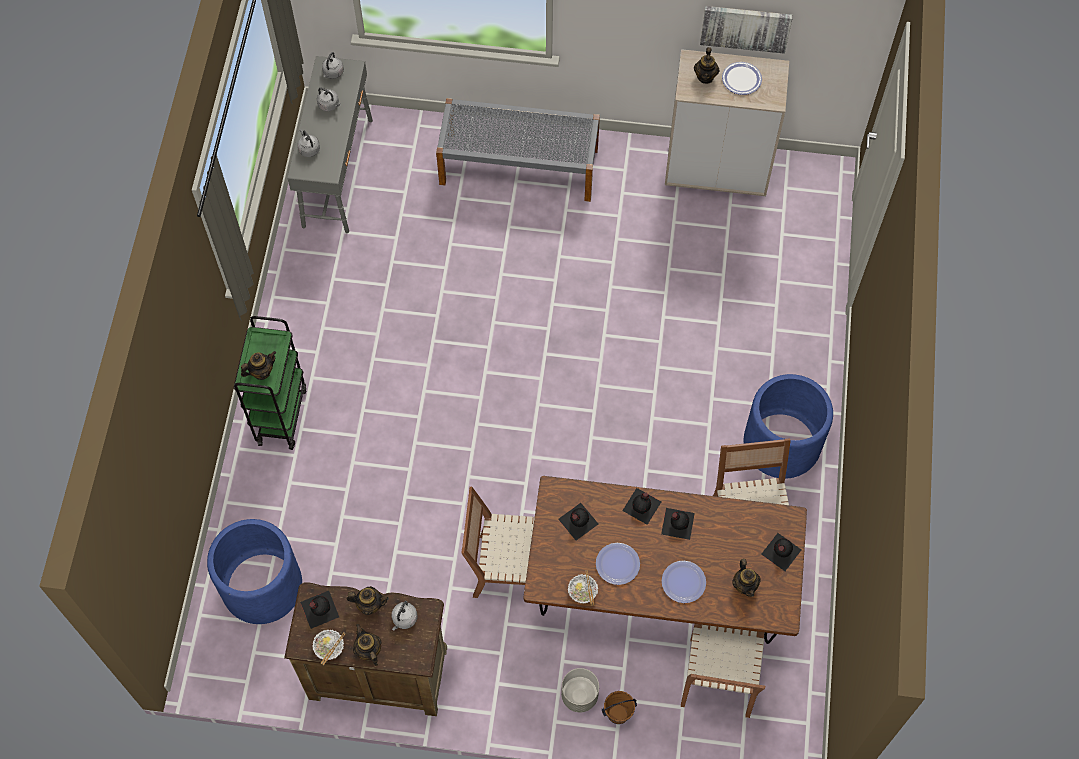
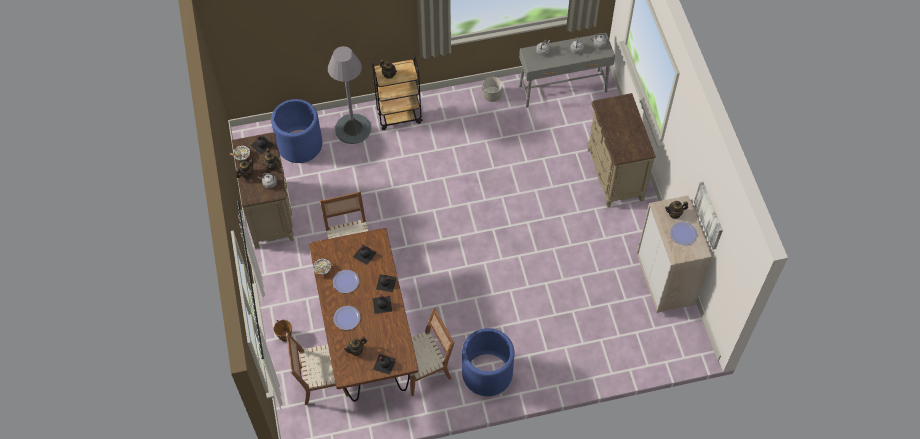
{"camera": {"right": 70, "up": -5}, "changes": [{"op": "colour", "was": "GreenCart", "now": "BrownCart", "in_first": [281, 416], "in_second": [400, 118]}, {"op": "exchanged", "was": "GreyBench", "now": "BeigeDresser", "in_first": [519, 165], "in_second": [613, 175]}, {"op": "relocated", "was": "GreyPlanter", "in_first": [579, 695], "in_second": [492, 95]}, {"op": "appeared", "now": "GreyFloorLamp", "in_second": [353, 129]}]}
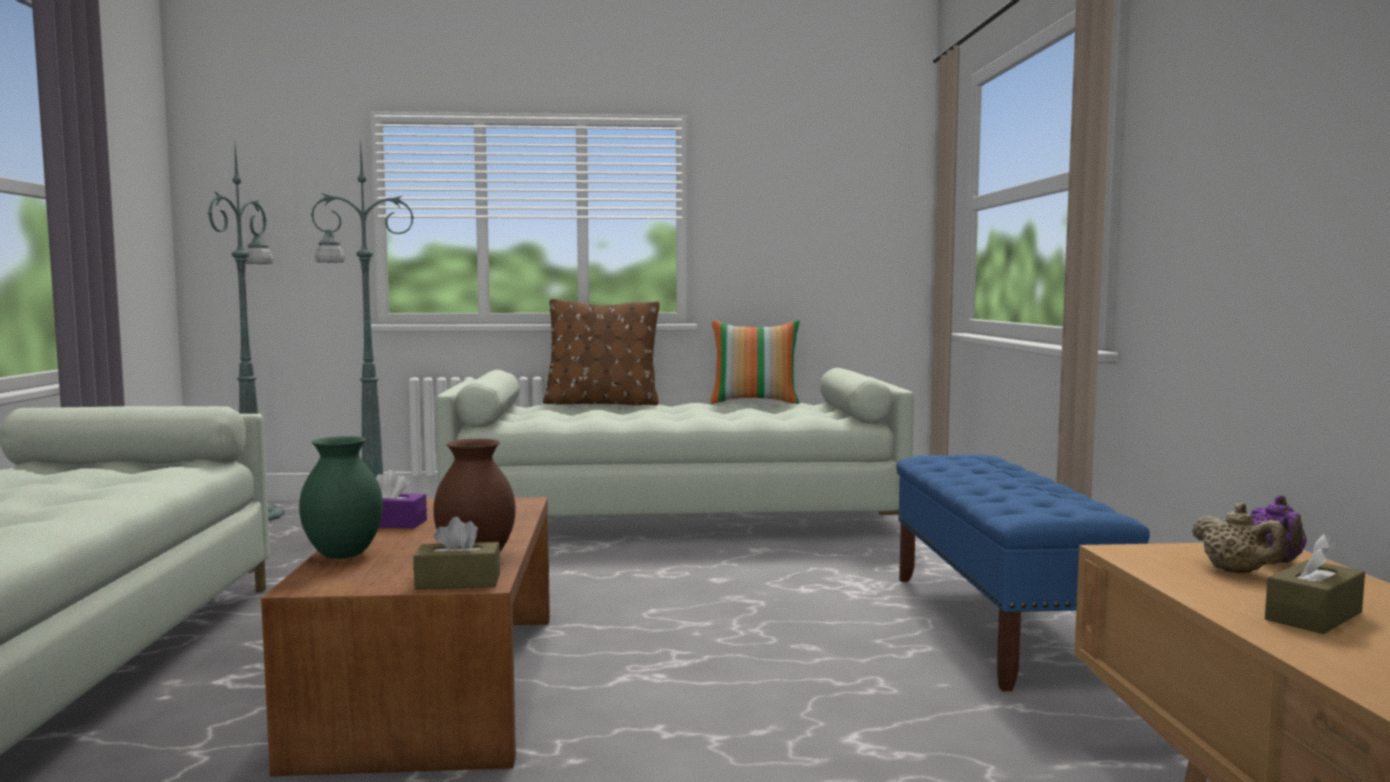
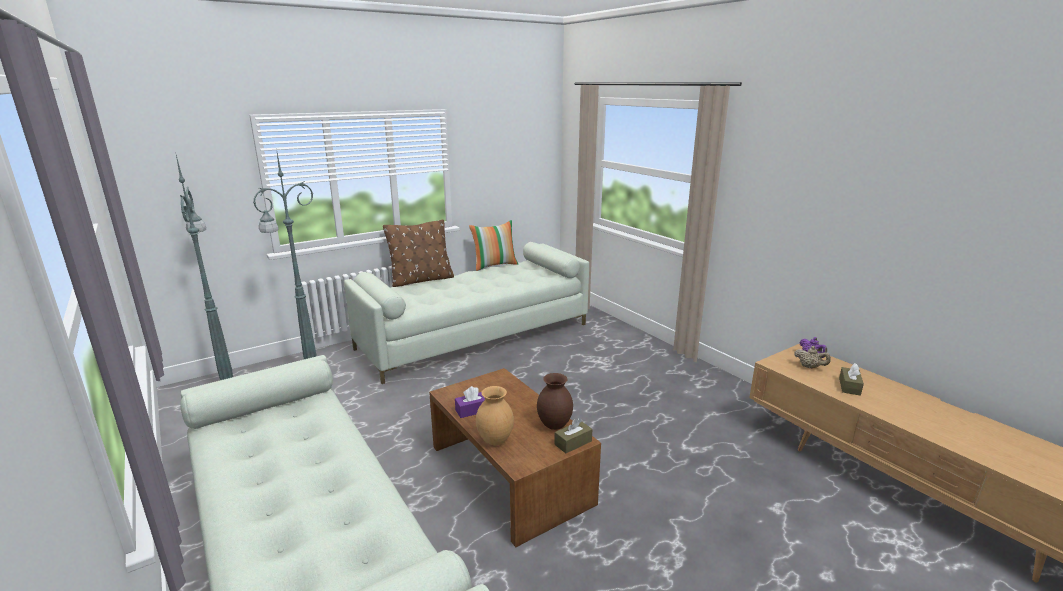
{"camera": {"right": -30, "up": 15}, "changes": [{"op": "colour", "was": "GreenVase", "now": "BrownVase", "in_first": [343, 554], "in_second": [494, 440]}, {"op": "missing", "was": "BlueBench", "in_first": [998, 625]}]}
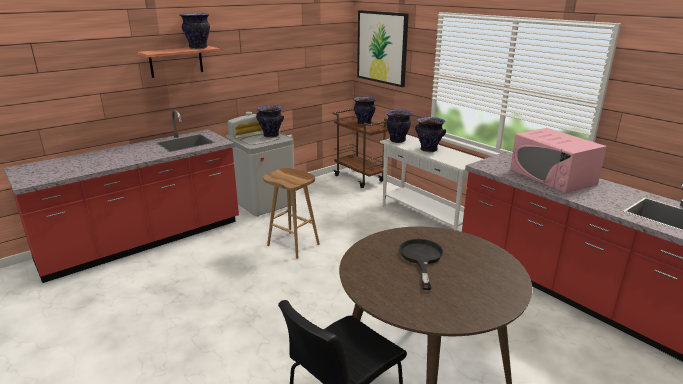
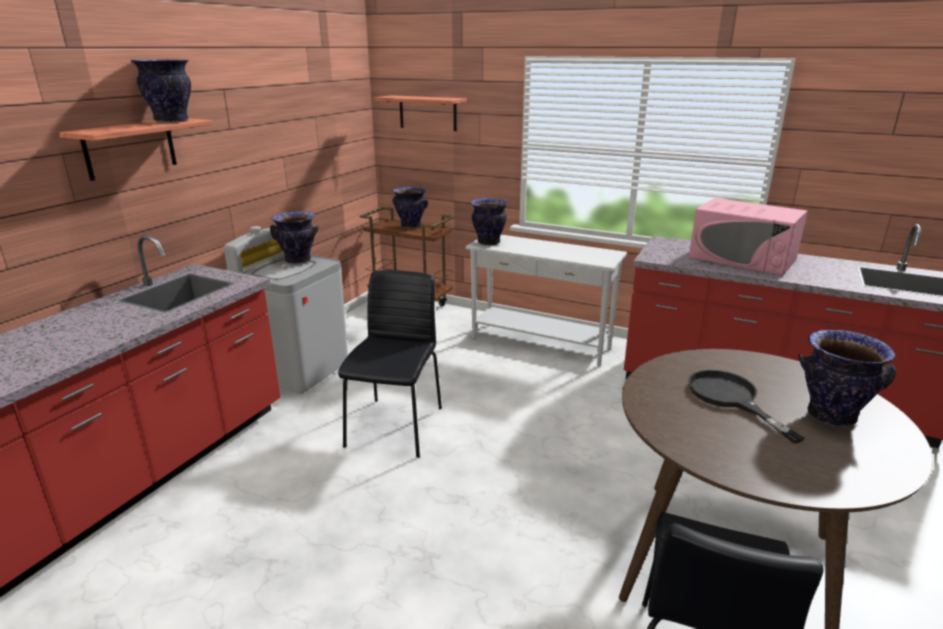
{"camera": {"right": -25, "up": 0}, "changes": [{"op": "exchanged", "was": "BrownStool", "now": "BlackChair", "in_first": [294, 245], "in_second": [396, 424]}, {"op": "exchanged", "was": "Picture", "now": "Shelf", "in_first": [382, 47], "in_second": [427, 113]}, {"op": "relocated", "was": "Vase", "in_first": [429, 150], "in_second": [831, 415]}]}
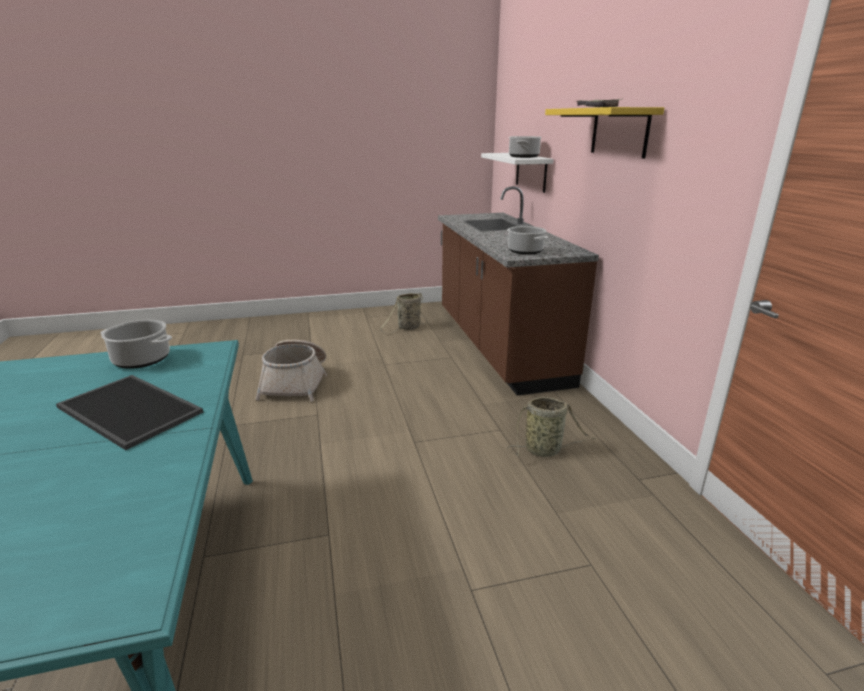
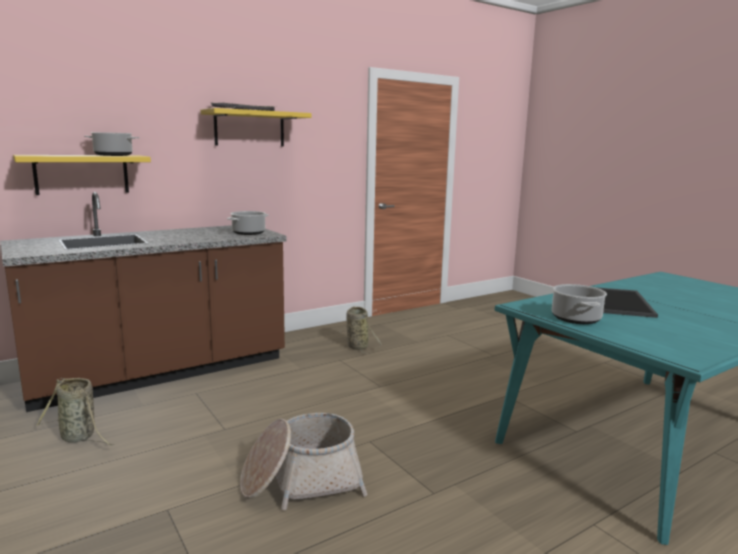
{"camera": {"right": -110, "up": -10}, "changes": [{"op": "colour", "was": "WhiteShelf", "now": "YellowShelf", "in_first": [531, 172], "in_second": [82, 174]}]}
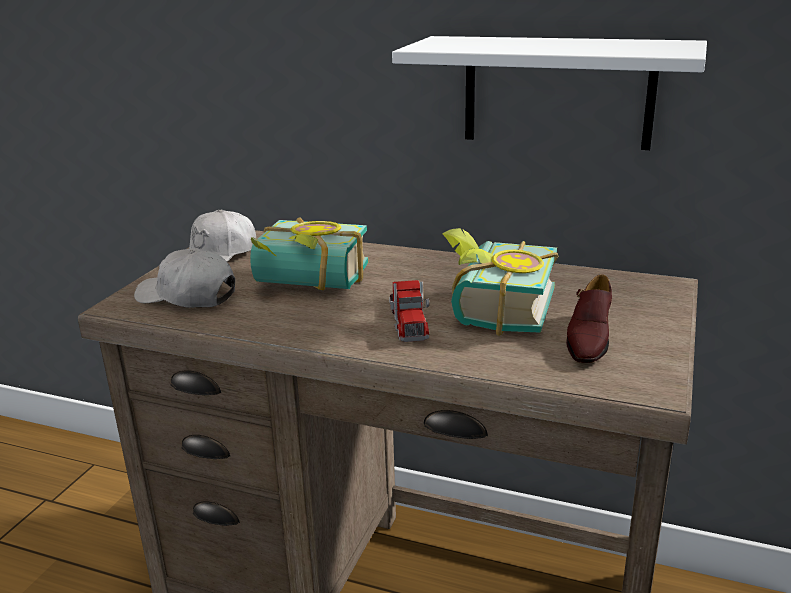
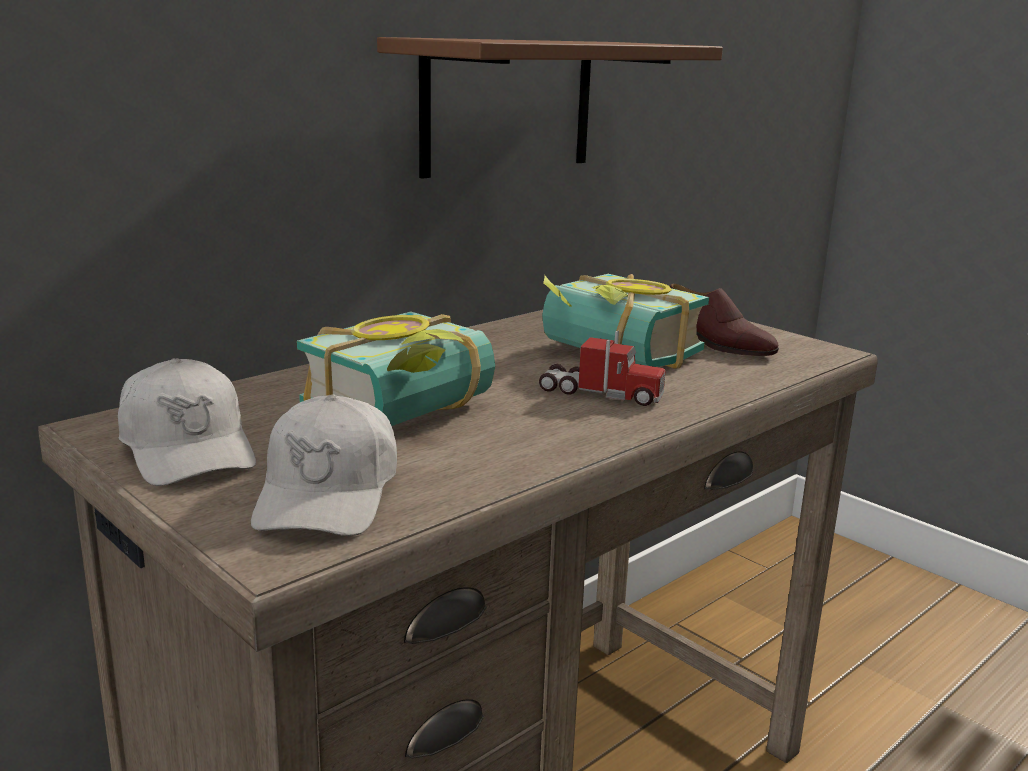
{"camera": {"right": -65, "up": -5}, "changes": [{"op": "spun", "was": "WhiteCap", "in_first": [187, 296], "in_second": [328, 494], "clockwise": -45}, {"op": "colour", "was": "WhiteShelf", "now": "BrownShelf", "in_first": [557, 92], "in_second": [508, 106]}]}
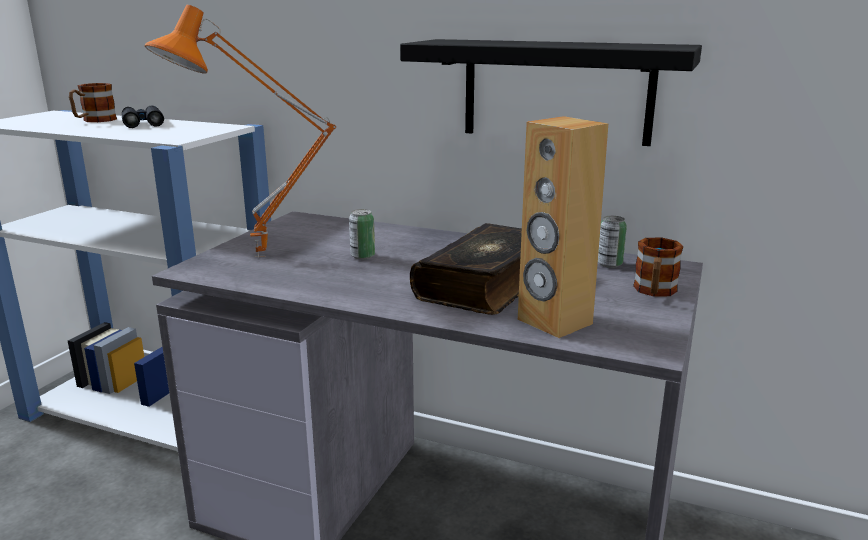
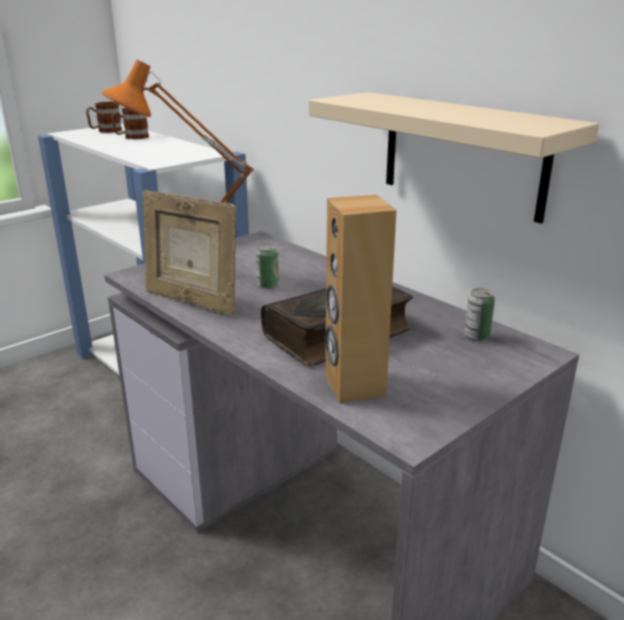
{"camera": {"right": 25, "up": 5}, "changes": [{"op": "missing", "was": "BlackBinoculars", "in_first": [143, 123]}, {"op": "colour", "was": "BlackShelf", "now": "BeigeShelf", "in_first": [556, 91], "in_second": [462, 154]}, {"op": "relocated", "was": "Mug", "in_first": [654, 292], "in_second": [105, 131]}, {"op": "appeared", "now": "PictureFrame", "in_second": [191, 301]}]}
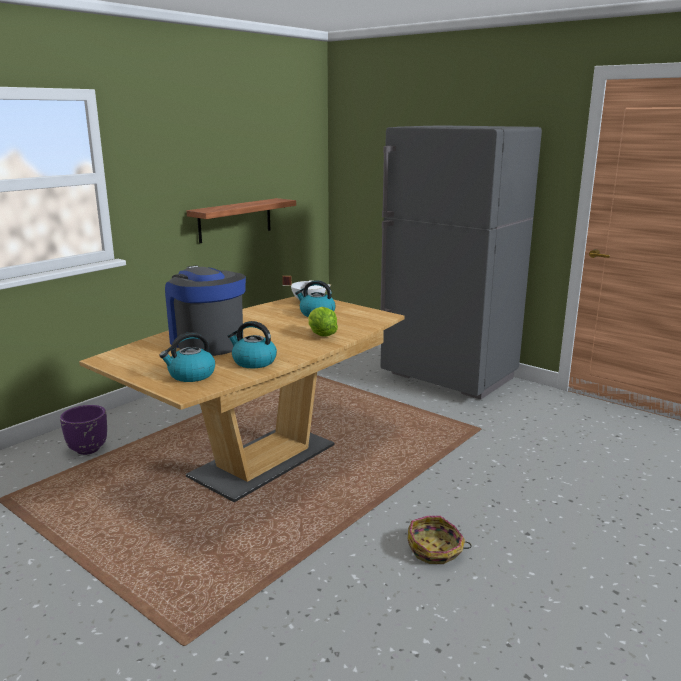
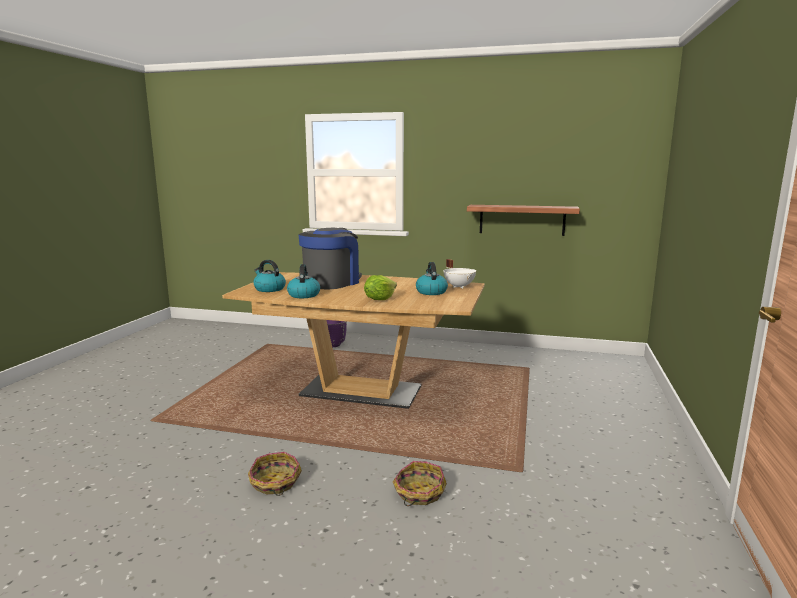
{"camera": {"right": 65, "up": -5}, "changes": [{"op": "missing", "was": "GreyFridge", "in_first": [449, 378]}, {"op": "appeared", "now": "Basket", "in_second": [419, 493]}]}
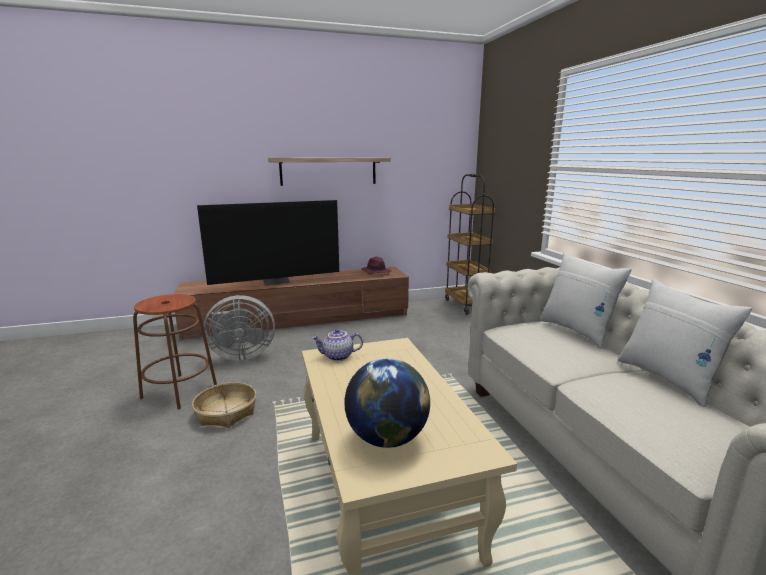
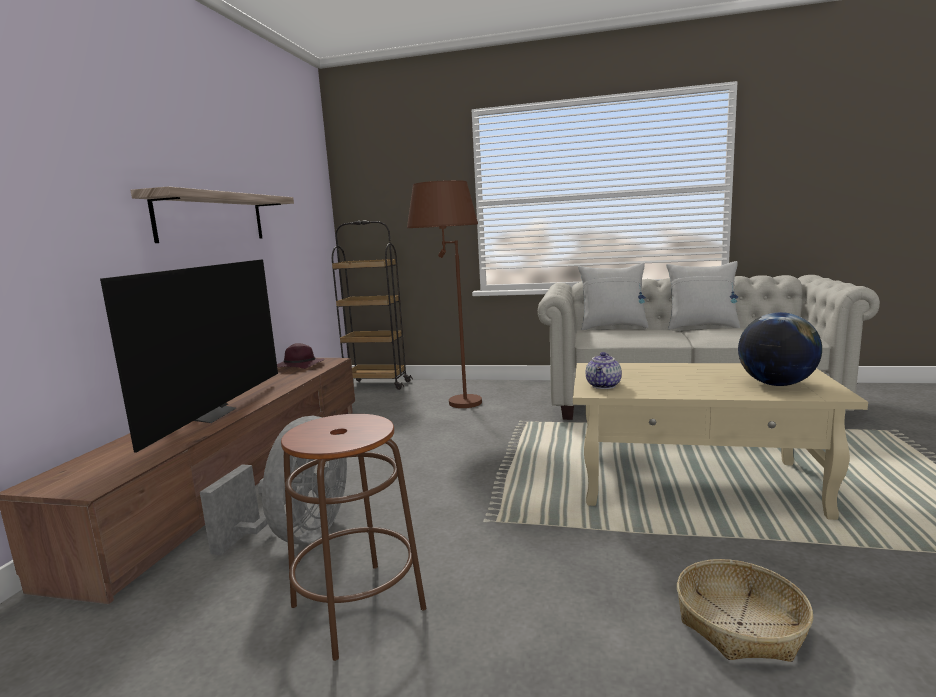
{"camera": {"right": -60, "up": -5}, "changes": [{"op": "relocated", "was": "Basket", "in_first": [226, 412], "in_second": [739, 624]}, {"op": "appeared", "now": "BrownFloorLamp", "in_second": [453, 399]}]}
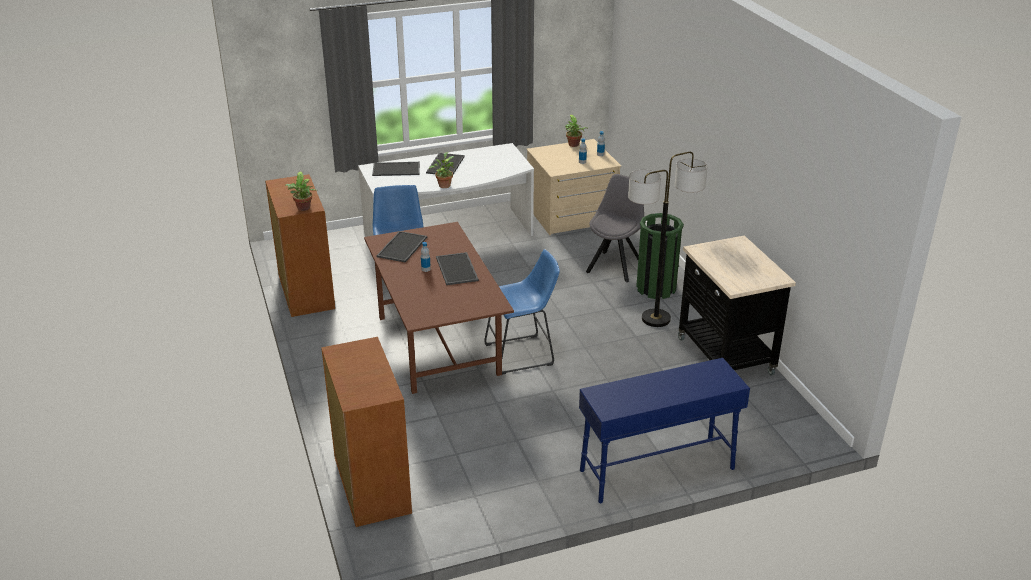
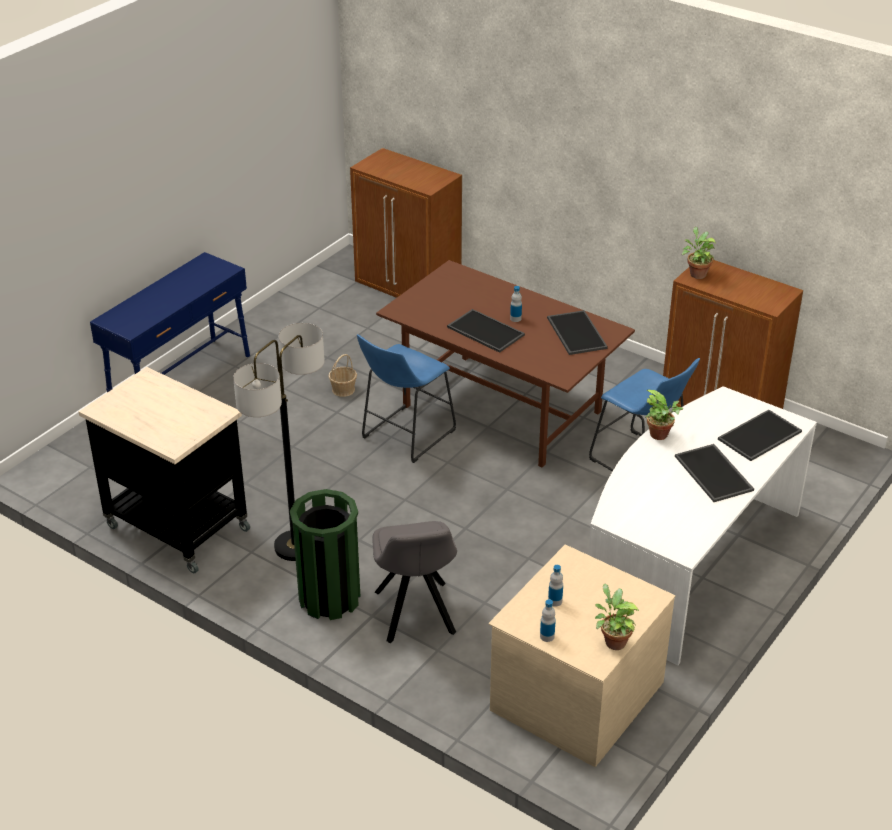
{"camera": {"right": 145, "up": 5}, "changes": [{"op": "appeared", "now": "Basket", "in_second": [343, 389]}]}
